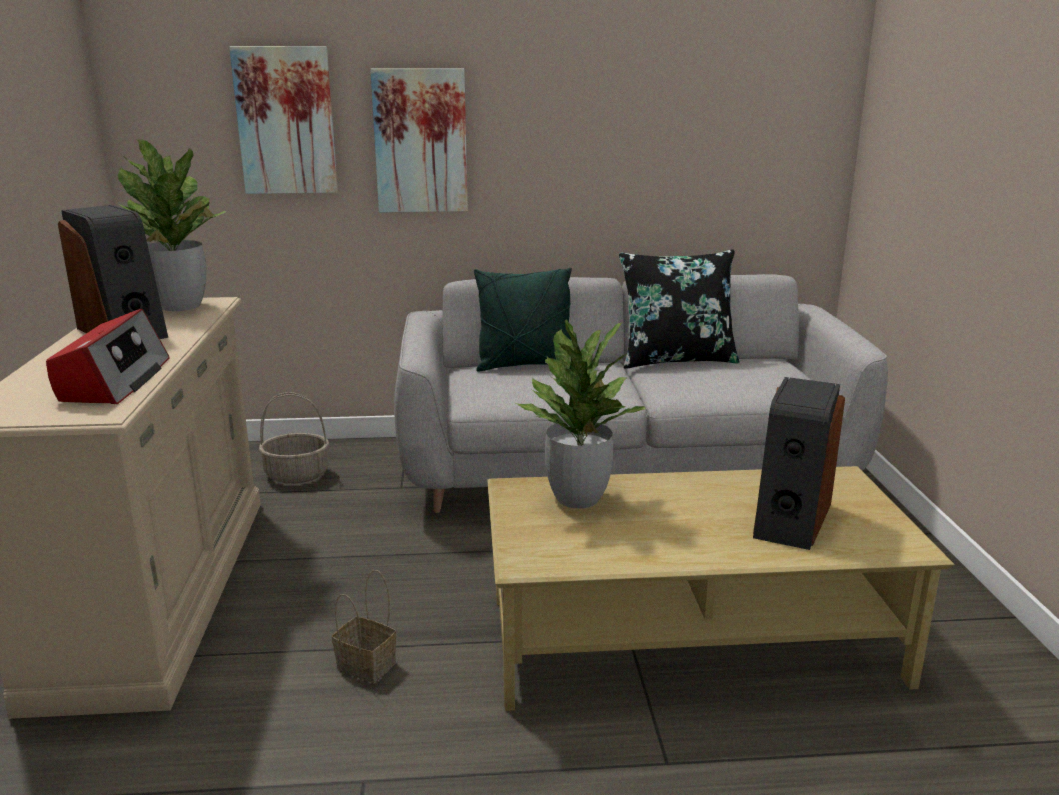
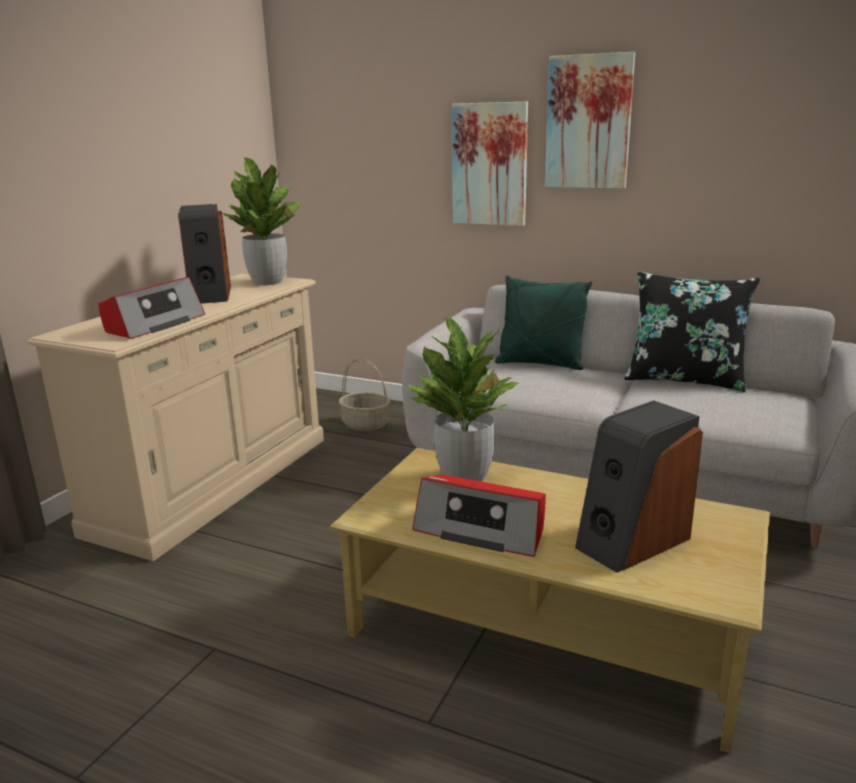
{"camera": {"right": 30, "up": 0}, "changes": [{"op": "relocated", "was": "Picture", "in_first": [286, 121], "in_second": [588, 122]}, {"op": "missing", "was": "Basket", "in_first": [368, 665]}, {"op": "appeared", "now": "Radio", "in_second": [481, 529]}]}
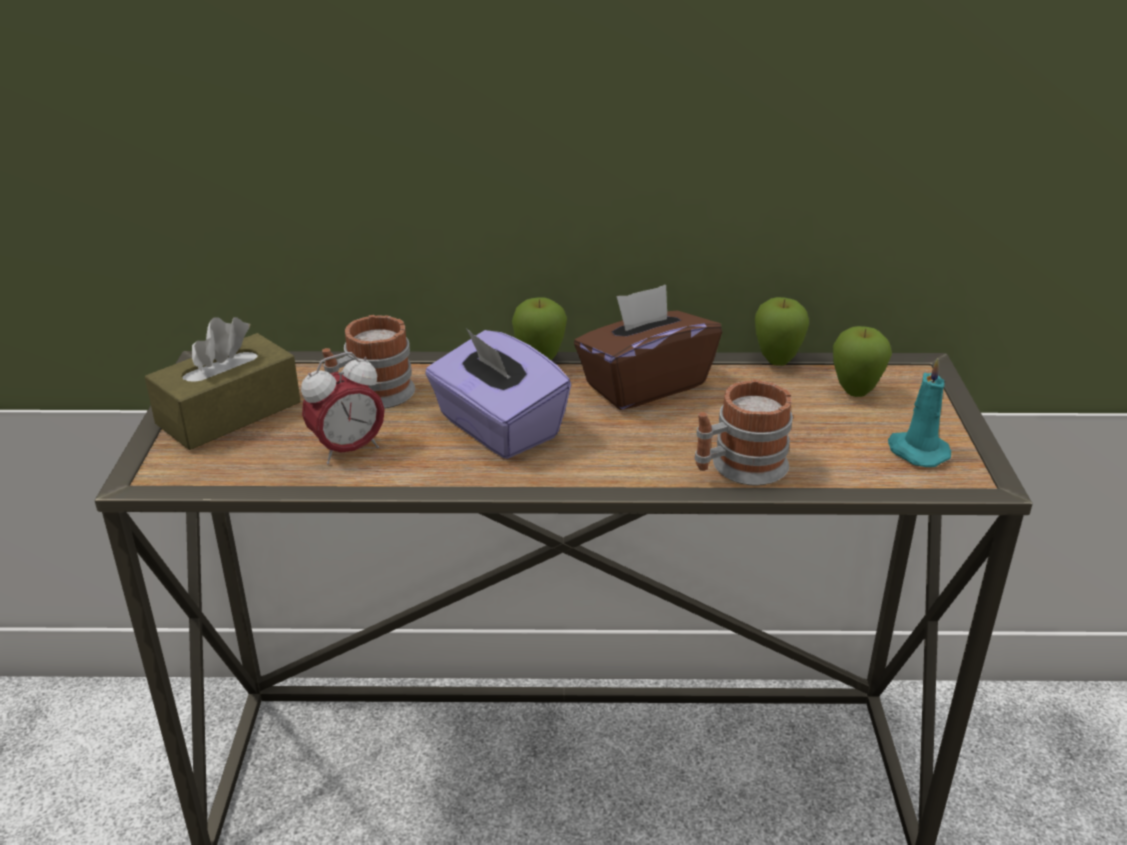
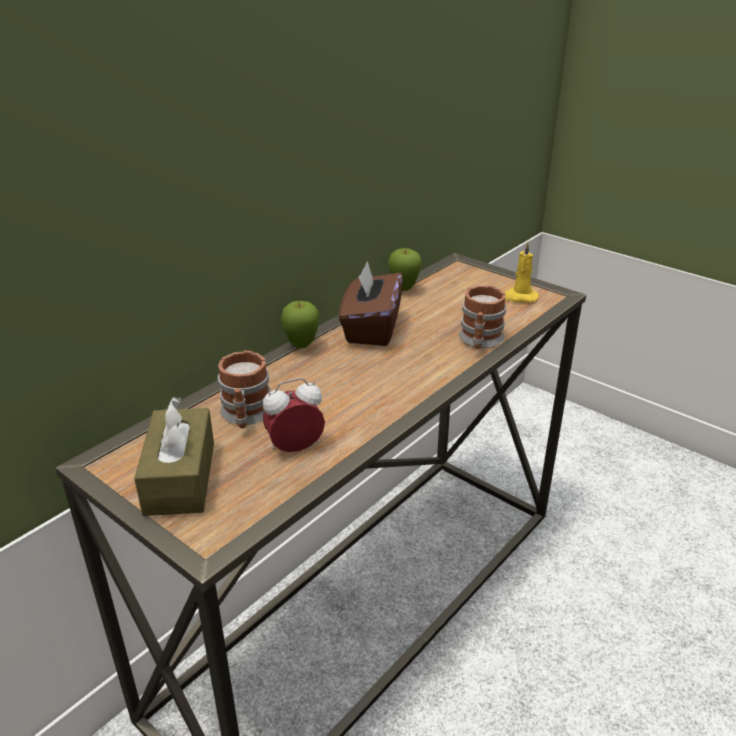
{"camera": {"right": -50, "up": 0}, "changes": [{"op": "spun", "was": "AlarmClock", "in_first": [348, 450], "in_second": [295, 448], "clockwise": -120}, {"op": "missing", "was": "PurpleTissueBox", "in_first": [497, 428]}, {"op": "missing", "was": "Apple", "in_first": [855, 393]}, {"op": "colour", "was": "TurquoiseCandle", "now": "YellowCandle", "in_first": [916, 451], "in_second": [519, 297]}]}
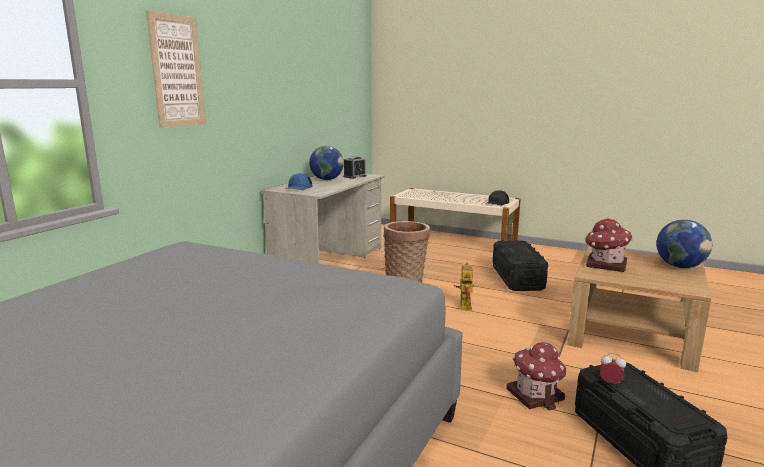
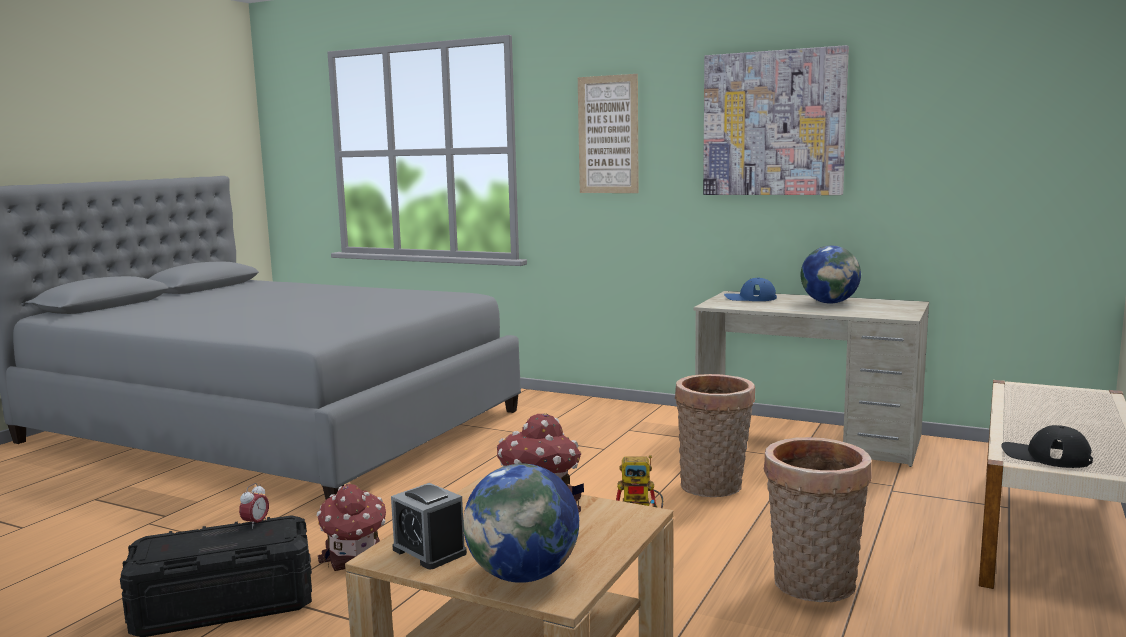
{"camera": {"right": 90, "up": -5}, "changes": [{"op": "relocated", "was": "AlarmClock", "in_first": [355, 176], "in_second": [429, 551]}, {"op": "exchanged", "was": "BlackStorageBox", "now": "Basket", "in_first": [517, 278], "in_second": [812, 587]}, {"op": "appeared", "now": "Picture", "in_second": [773, 123]}]}
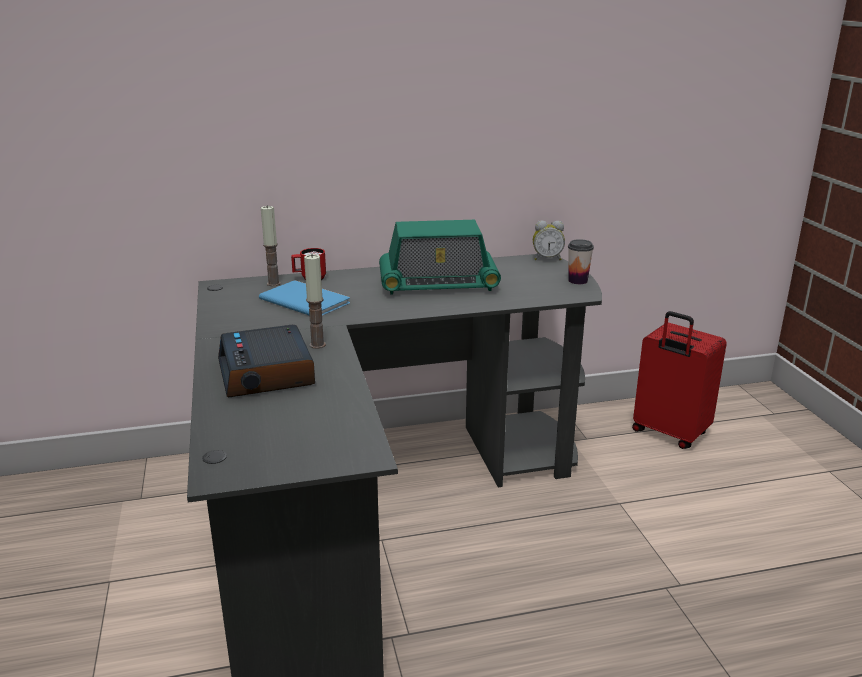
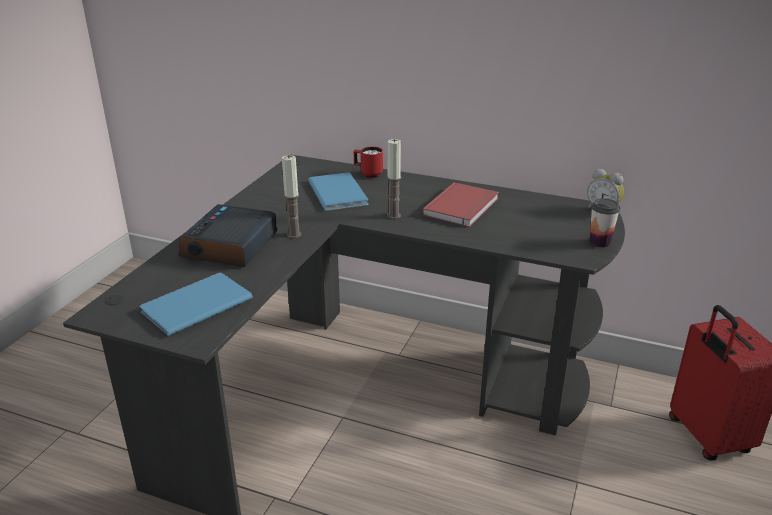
{"camera": {"right": 35, "up": 5}, "changes": [{"op": "relocated", "was": "Candle", "in_first": [273, 283], "in_second": [393, 215]}, {"op": "exchanged", "was": "Radio", "now": "RedBook", "in_first": [438, 284], "in_second": [463, 207]}, {"op": "appeared", "now": "BlueBook", "in_second": [193, 305]}]}
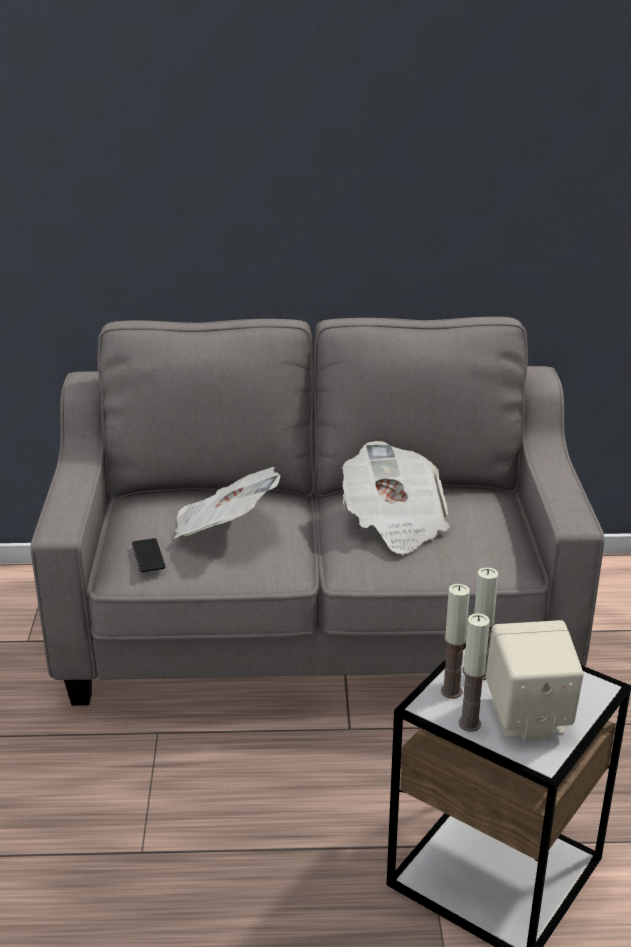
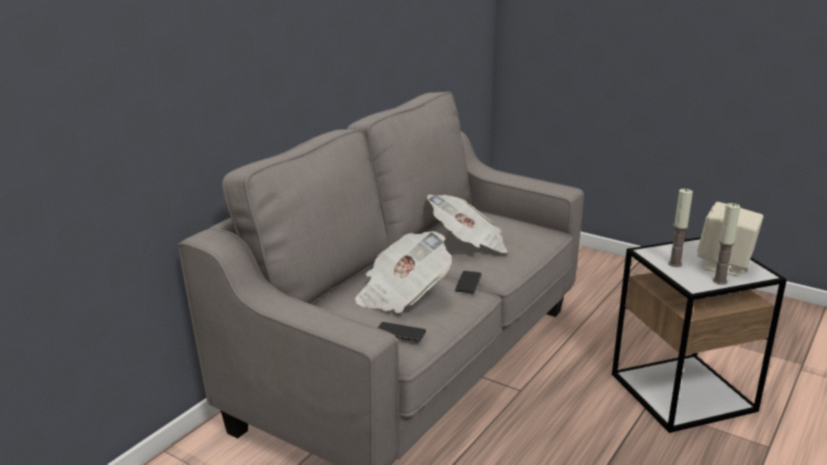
{"camera": {"right": -55, "up": -5}, "changes": [{"op": "missing", "was": "Candle", "in_first": [451, 691]}, {"op": "appeared", "now": "Phone", "in_second": [468, 282]}]}
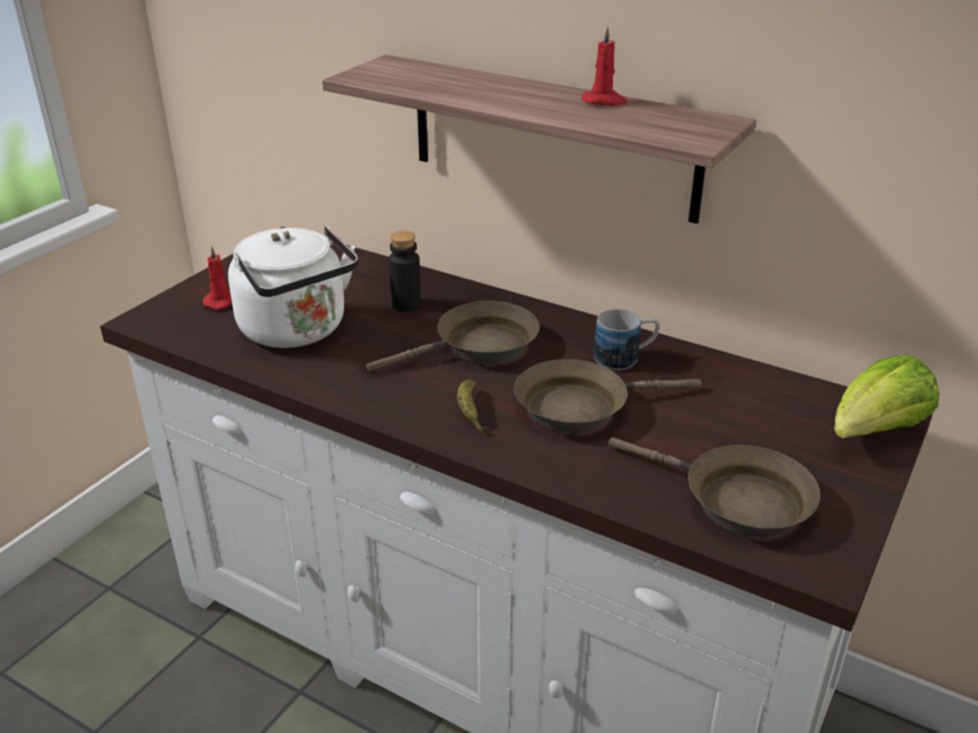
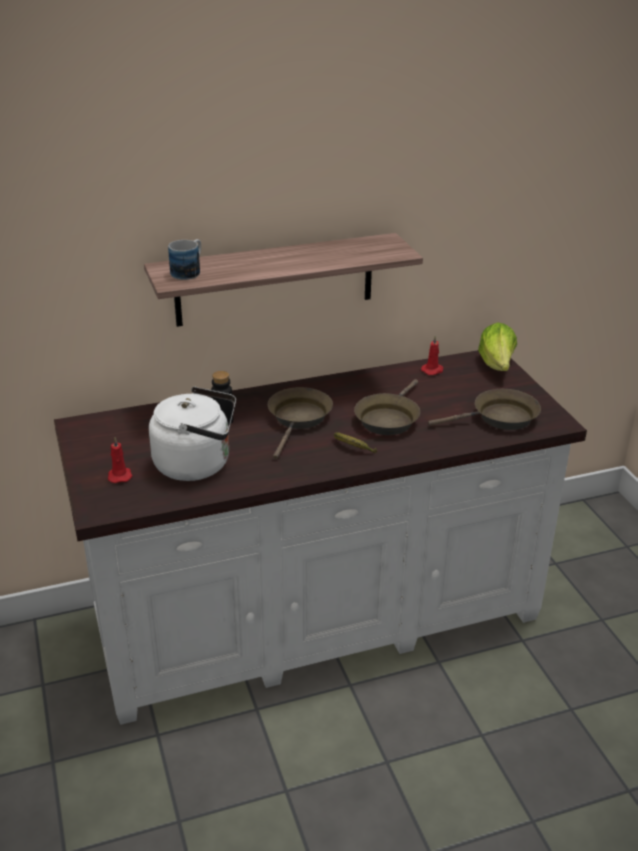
{"camera": {"right": -50, "up": 0}, "changes": [{"op": "relocated", "was": "RedCandle", "in_first": [604, 101], "in_second": [433, 370]}, {"op": "relocated", "was": "Mug", "in_first": [625, 357], "in_second": [189, 271]}]}
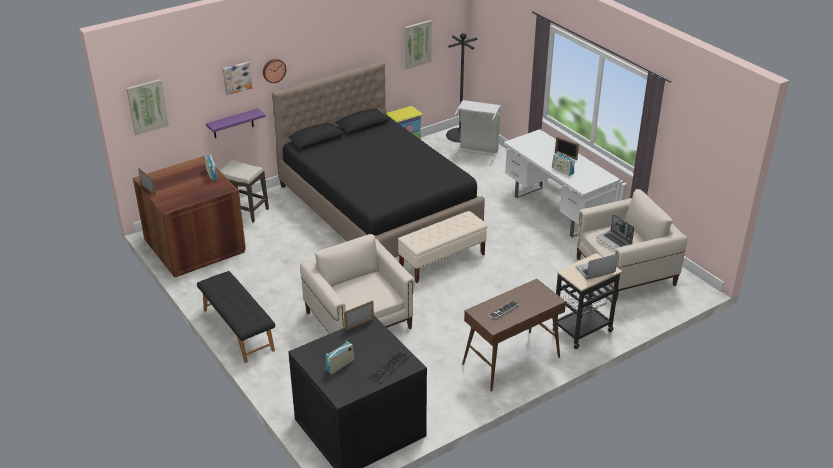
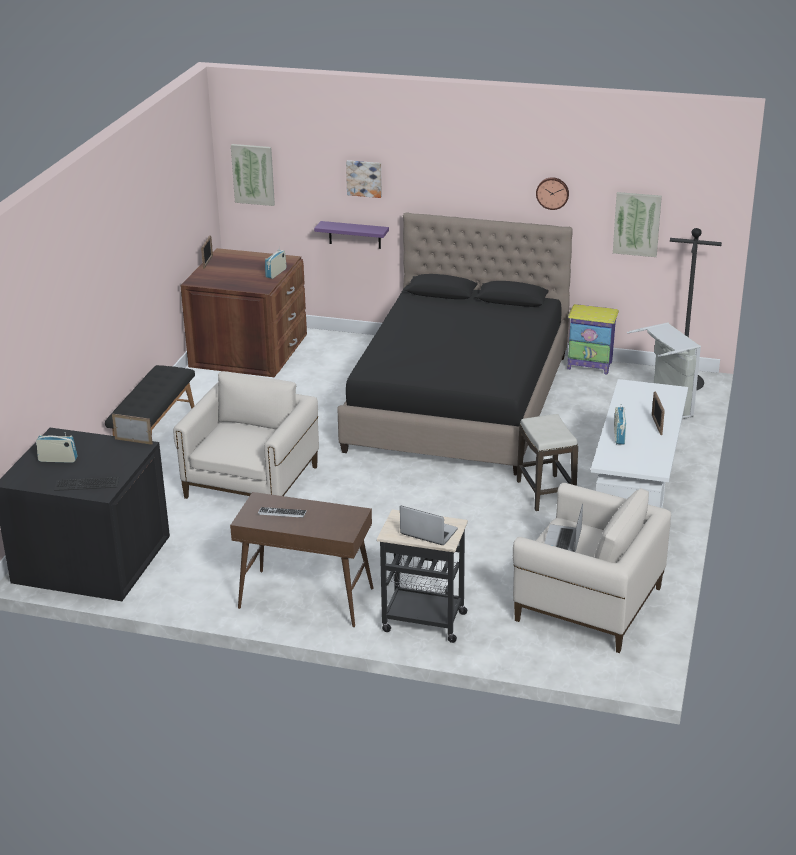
{"camera": {"right": 50, "up": -5}, "changes": [{"op": "relocated", "was": "Stool", "in_first": [245, 211], "in_second": [545, 493]}, {"op": "relocated", "was": "WallClock", "in_first": [273, 70], "in_second": [552, 193]}, {"op": "missing", "was": "BeigeBench", "in_first": [442, 261]}]}
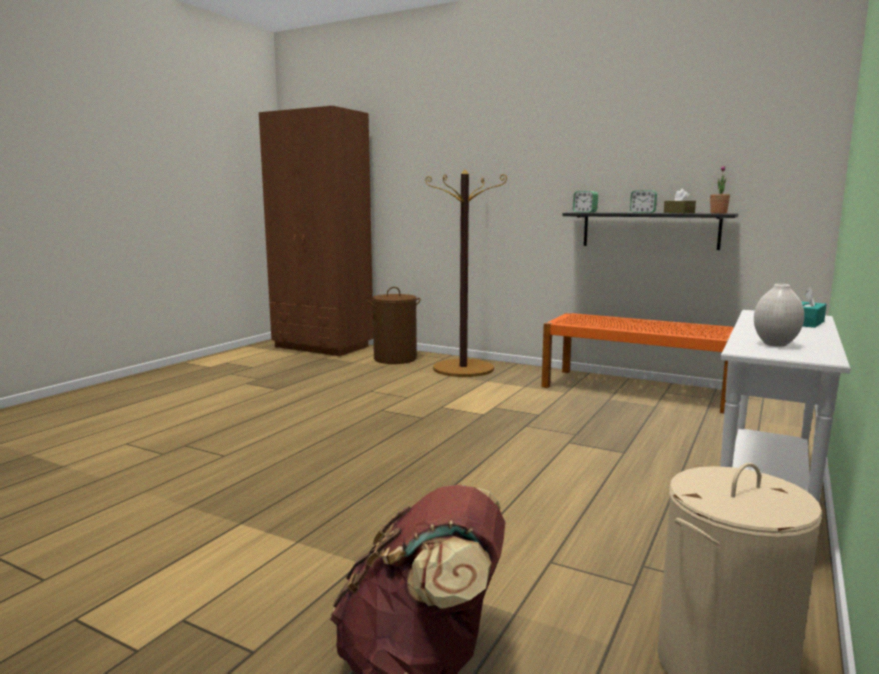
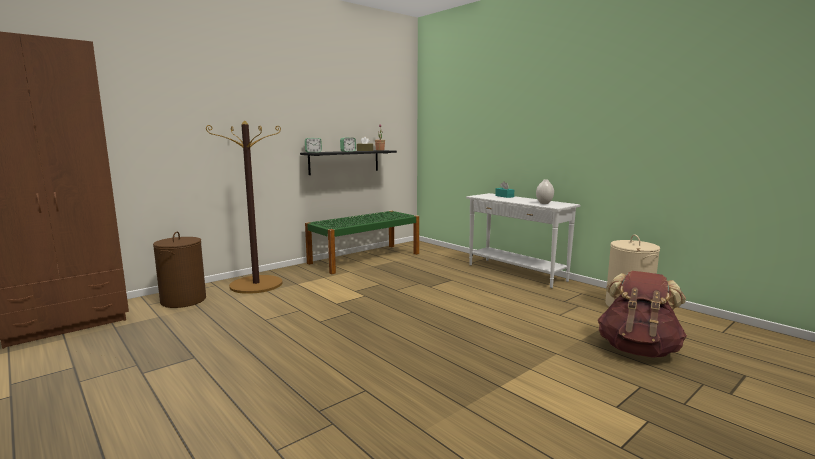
{"camera": {"right": -70, "up": 0}, "changes": [{"op": "colour", "was": "OrangeBench", "now": "GreenBench", "in_first": [637, 389], "in_second": [364, 258]}]}
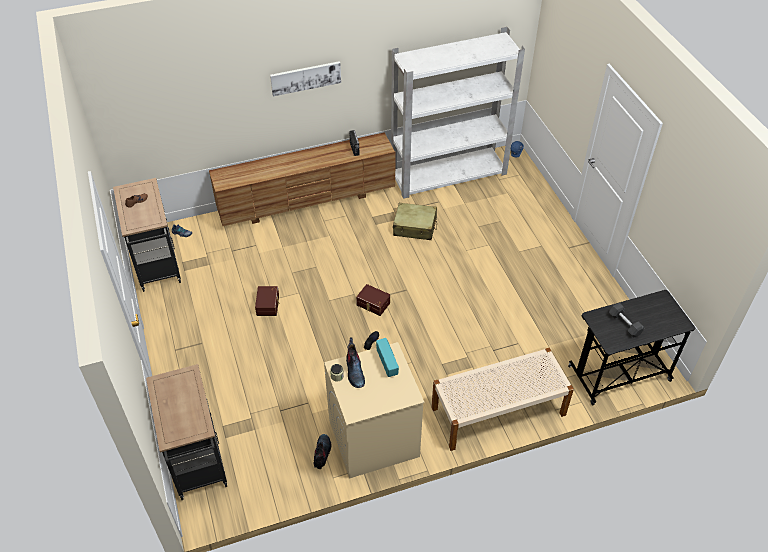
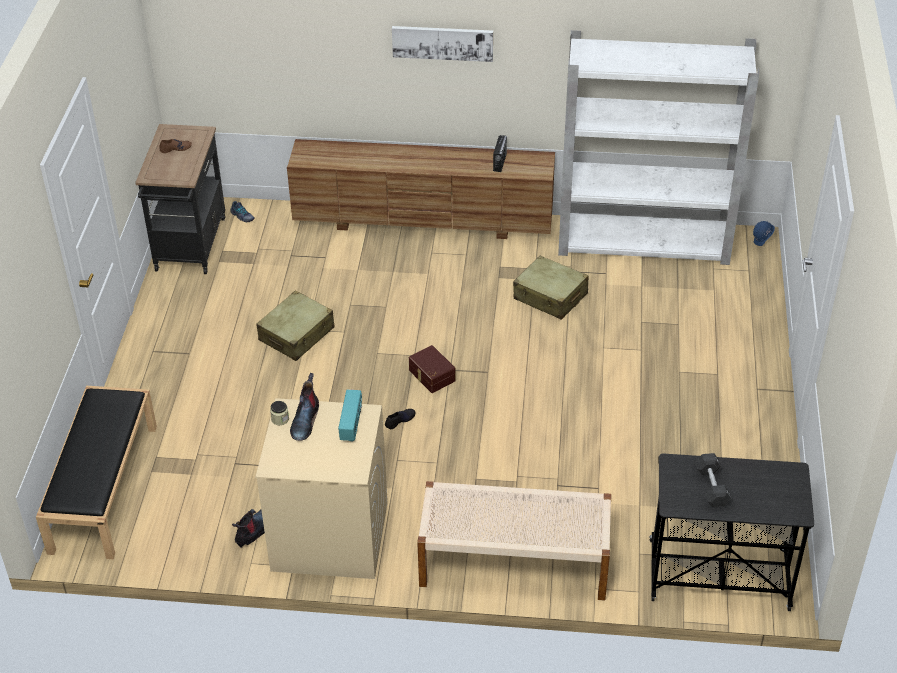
{"camera": {"right": 25, "up": -5}, "changes": [{"op": "exchanged", "was": "BlackCart", "now": "BlackBench", "in_first": [197, 462], "in_second": [103, 487]}, {"op": "exchanged", "was": "BrownStorageBox", "now": "BeigeSuitcase", "in_first": [268, 305], "in_second": [297, 334]}]}
